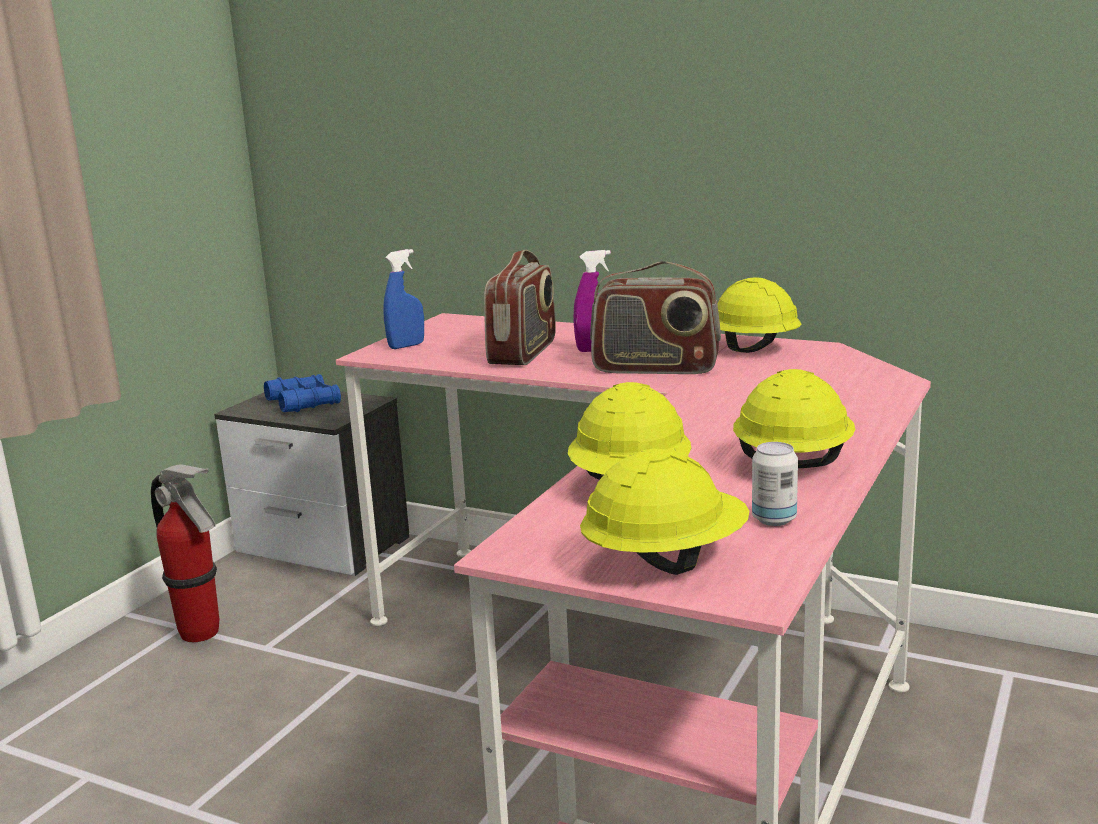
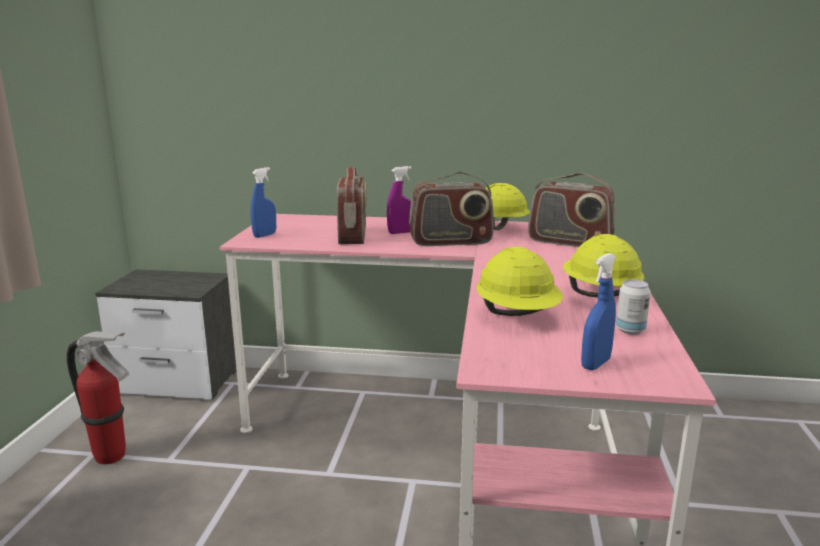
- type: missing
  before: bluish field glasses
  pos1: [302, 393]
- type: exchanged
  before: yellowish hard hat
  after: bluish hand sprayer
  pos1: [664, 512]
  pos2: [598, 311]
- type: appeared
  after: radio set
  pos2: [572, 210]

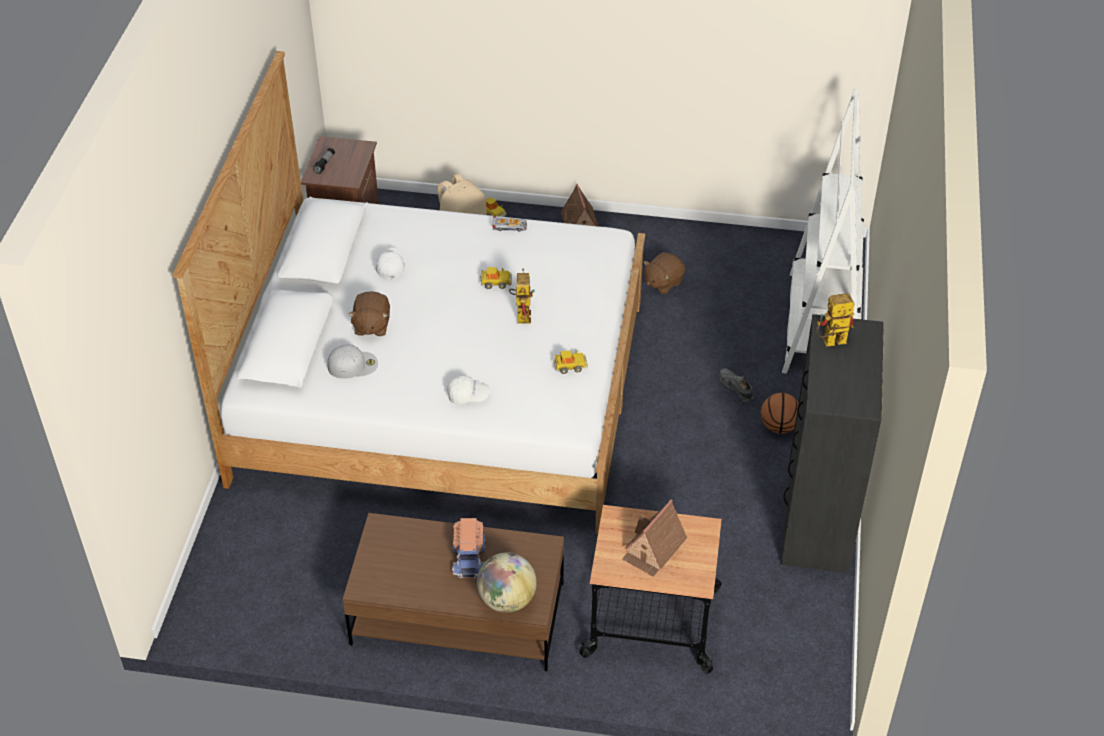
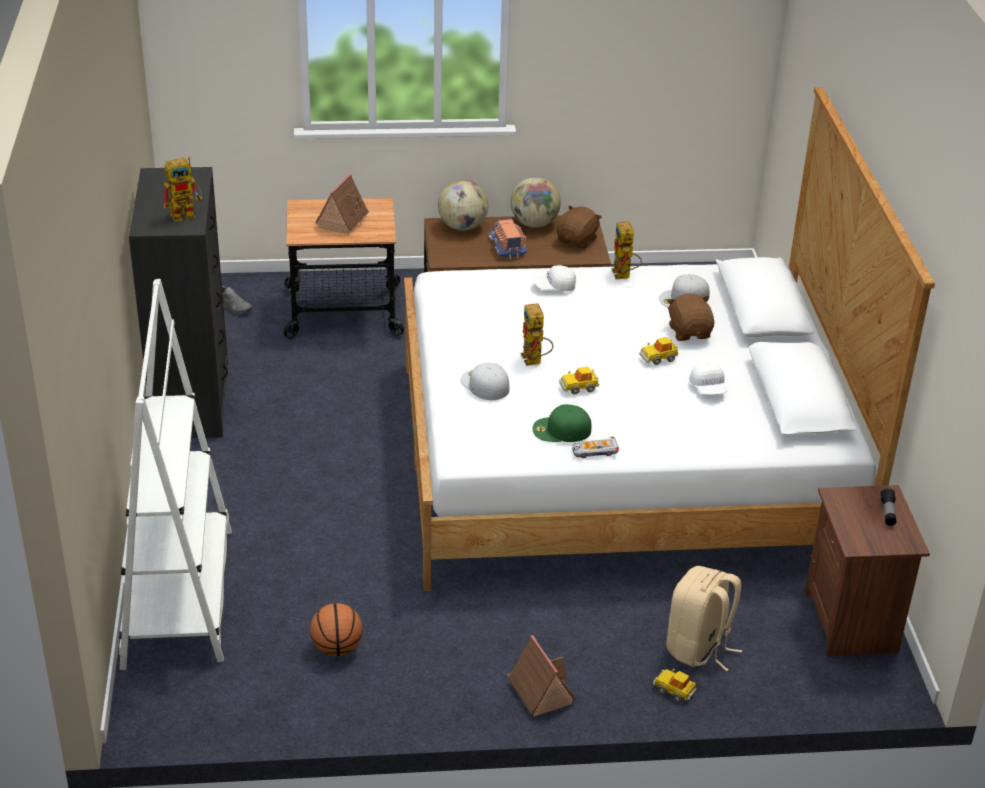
- type: relocated
  before: model car
  pos1: [570, 362]
  pos2: [658, 351]
- type: relocated
  before: brown-coloured soft toy
  pos1: [664, 273]
  pos2: [579, 227]
- type: relocated
  before: grey item of footwear
  pos1: [736, 385]
  pos2: [237, 300]
- type: relocated
  before: basketball
  pos1: [780, 413]
  pos2: [336, 629]
- type: appeared
  after: white-coloured peaked cap
  pos2: [484, 381]
- type: appeared
  after: world globe
  pos2: [535, 202]
- type: appeared
  after: greenish peaked cap
  pos2: [562, 423]
- type: appeared
  after: model robot
  pos2: [626, 250]

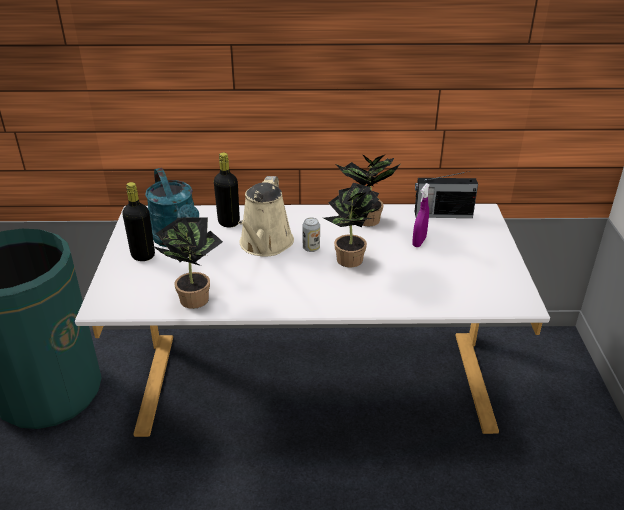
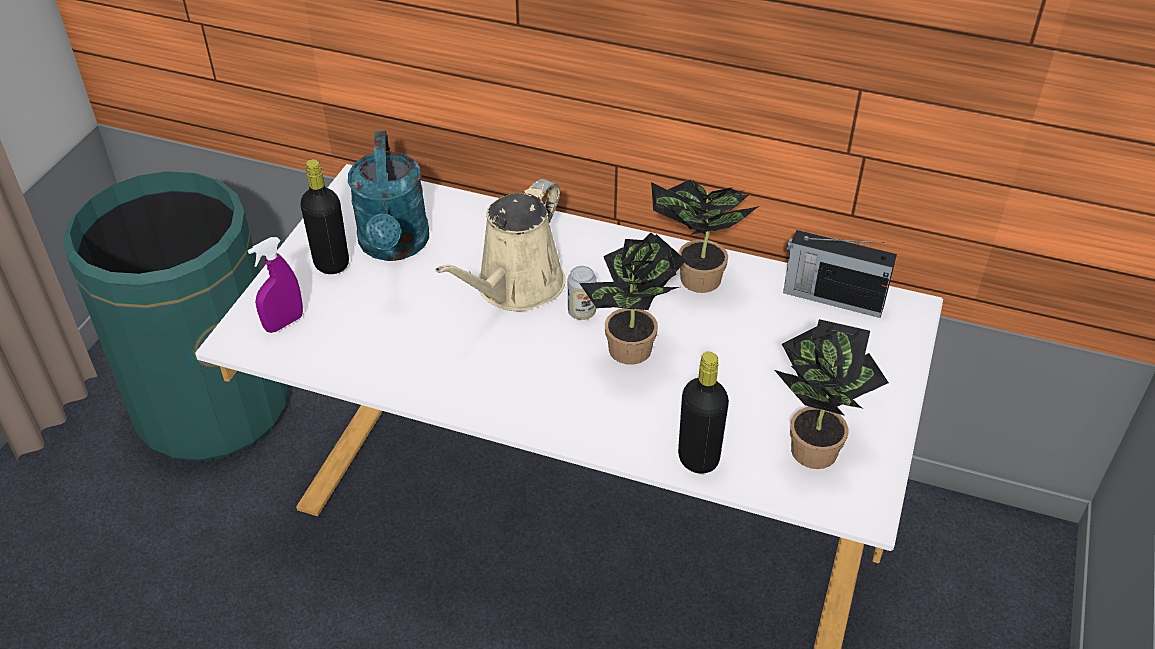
- type: relocated
  before: houseplant
  pos1: [188, 263]
  pos2: [831, 394]
- type: relocated
  before: blackish bottle
  pos1: [227, 190]
  pos2: [703, 413]
- type: relocated
  before: purple-coloured hand sprayer
  pos1: [421, 215]
  pos2: [275, 285]

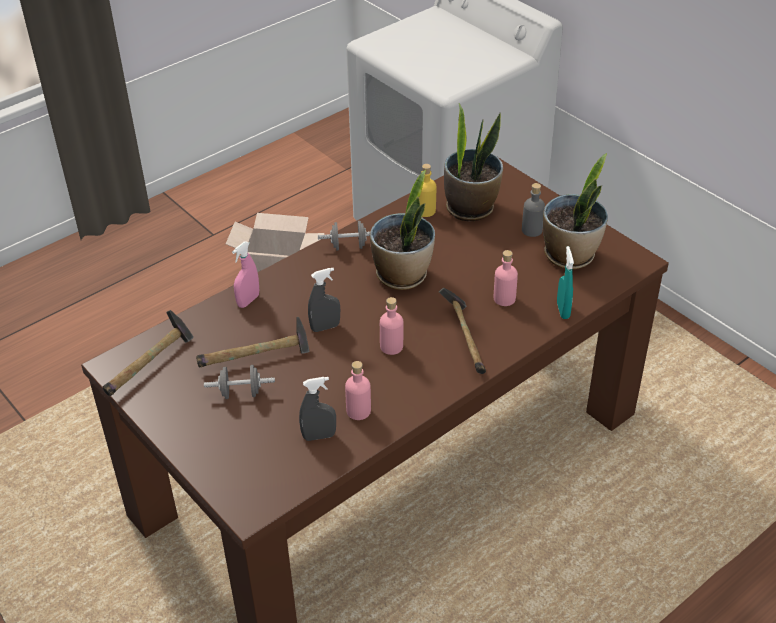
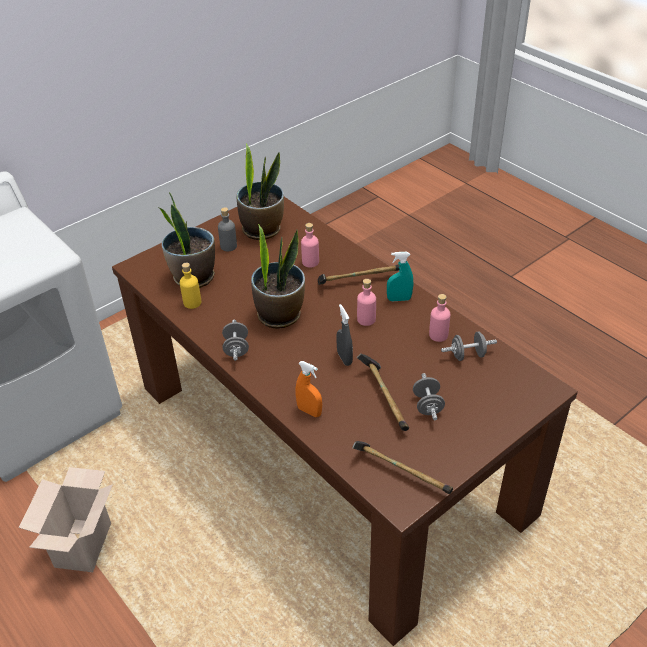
- type: colour
  before: pink hand sprayer
  after: orange hand sprayer
  pos1: [245, 274]
  pos2: [309, 389]
- type: exchanged
  before: grey hand sprayer
  after: grey free weight
  pos1: [317, 409]
  pos2: [469, 346]
- type: relocated
  before: blue-green hand sprayer
  pos1: [565, 282]
  pos2: [400, 276]

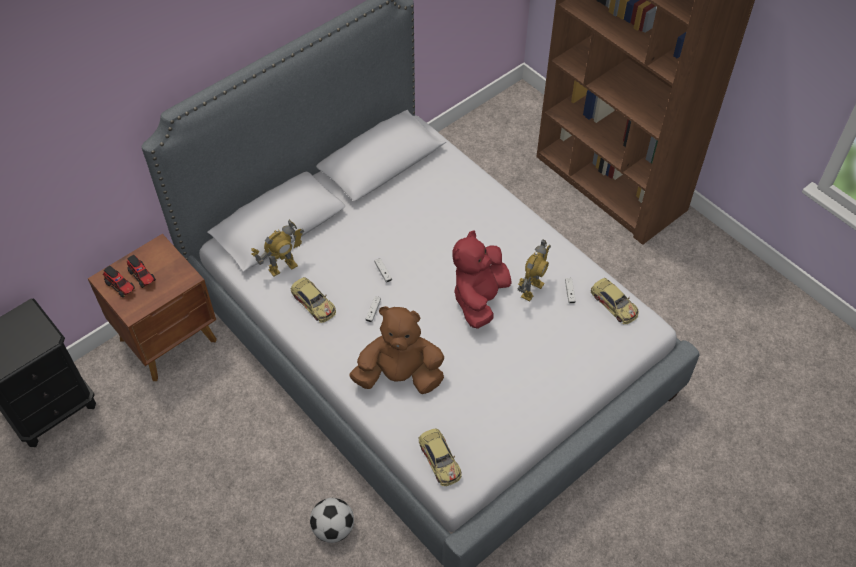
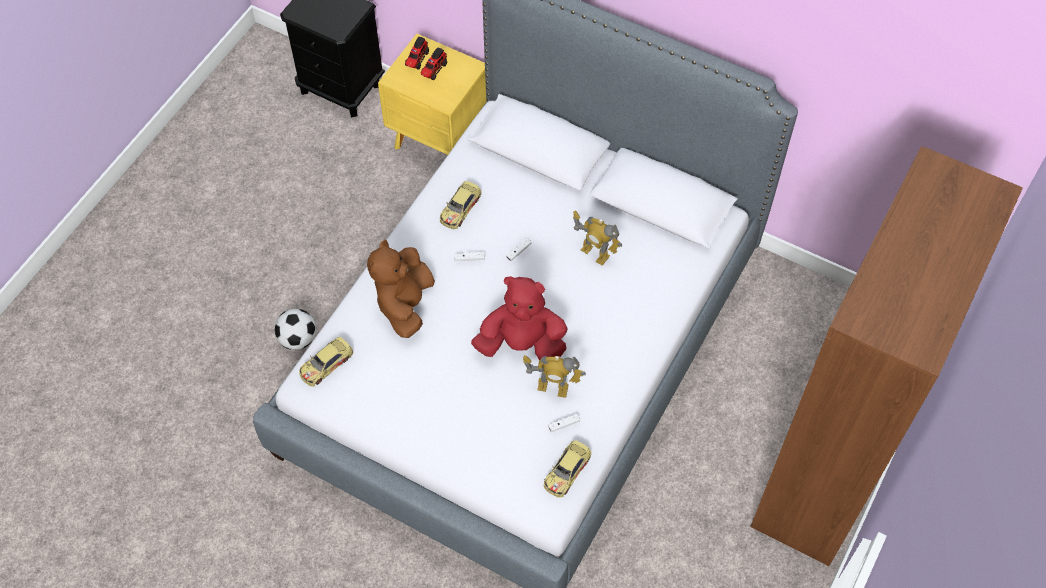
- type: colour
  before: brown-coloured night table
  after: yellowish night table
  pos1: [152, 307]
  pos2: [432, 94]
- type: relocated
  before: model robot
  pos1: [277, 248]
  pos2: [597, 238]
- type: spun
  before: brown-coloured soft toy
  pos1: [396, 350]
  pos2: [401, 289]
  turn: -150

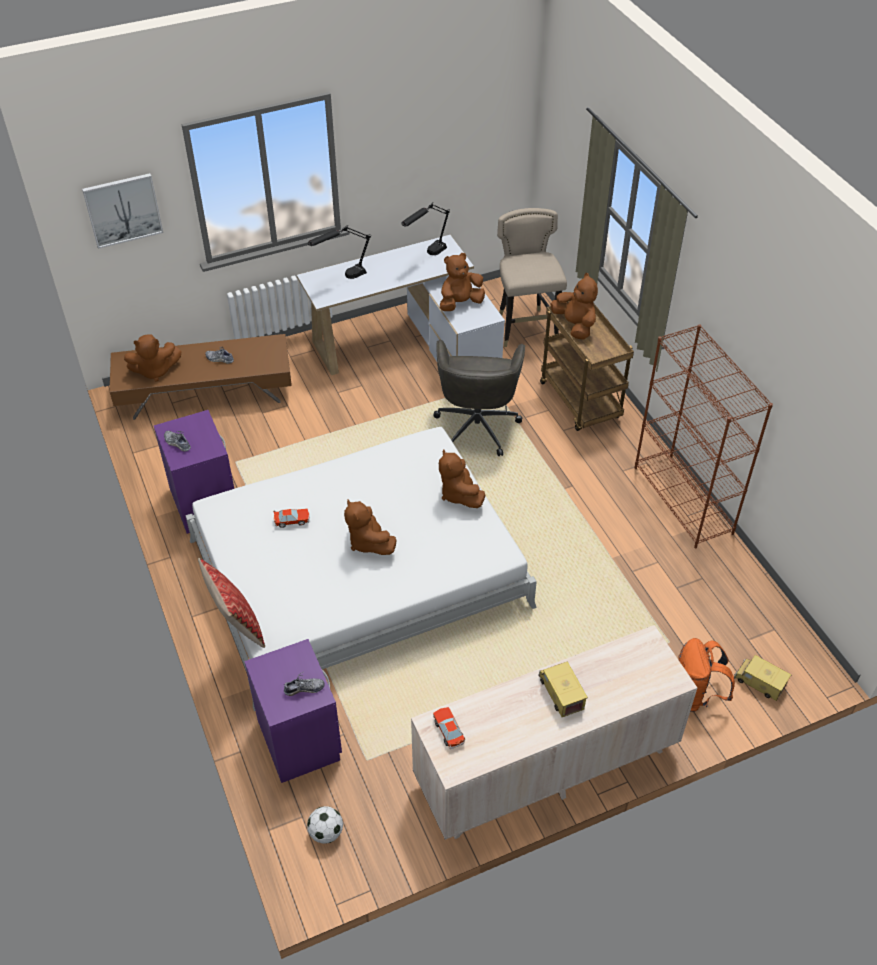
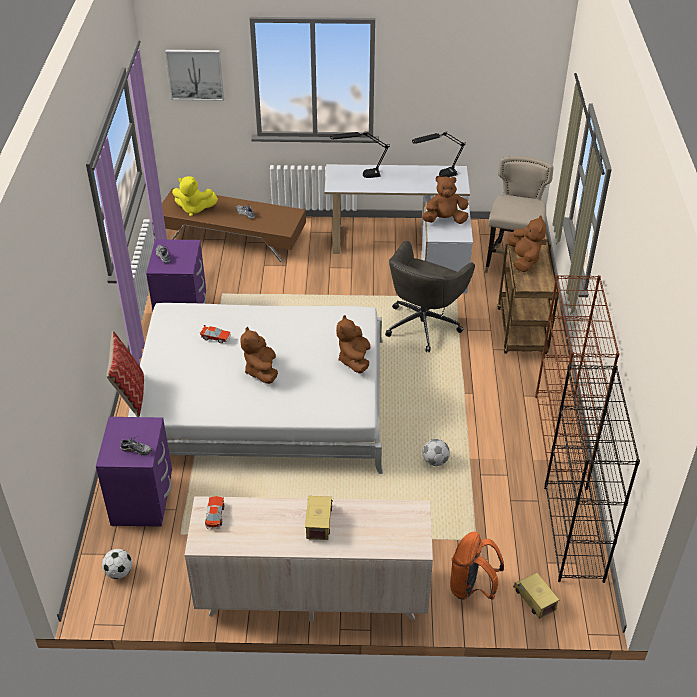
- type: colour
  before: brown-coloured soft toy
  after: yellowish soft toy
  pos1: [153, 358]
  pos2: [195, 196]
- type: appeared
  after: football
  pos2: [436, 452]
- type: appeared
  after: blackish shelving unit
  pos2: [592, 473]

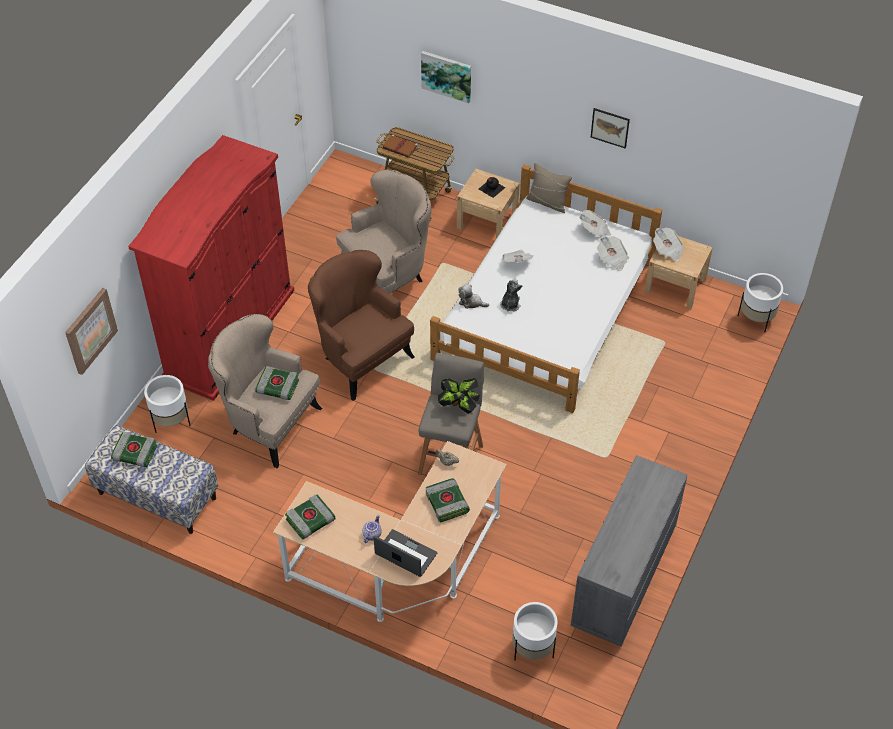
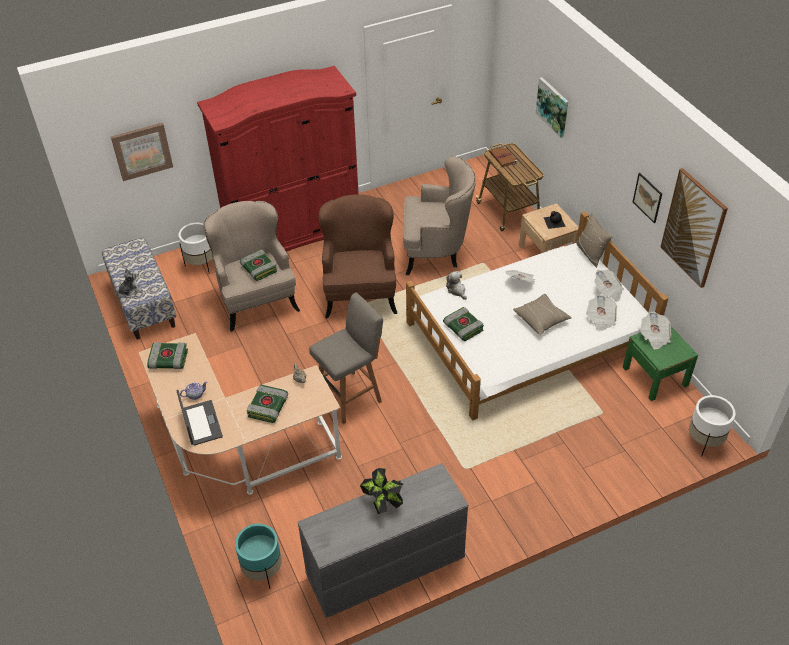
- type: relocated
  before: bound book
  pos1: [134, 449]
  pos2: [463, 324]
- type: relocated
  before: houseplant
  pos1: [459, 396]
  pos2: [381, 491]
- type: relocated
  before: soft toy
  pos1: [511, 295]
  pos2: [128, 283]
- type: colour
  before: white-coloured planter
  after: blue-green planter
  pos1: [535, 631]
  pos2: [258, 556]
- type: colour
  before: beige night table
  after: greenish night table
  pos1: [678, 272]
  pos2: [660, 363]
- type: appeared
  after: beige throw pillow
  pos2: [542, 314]
- type: appeared
  after: wall art
  pos2: [694, 228]

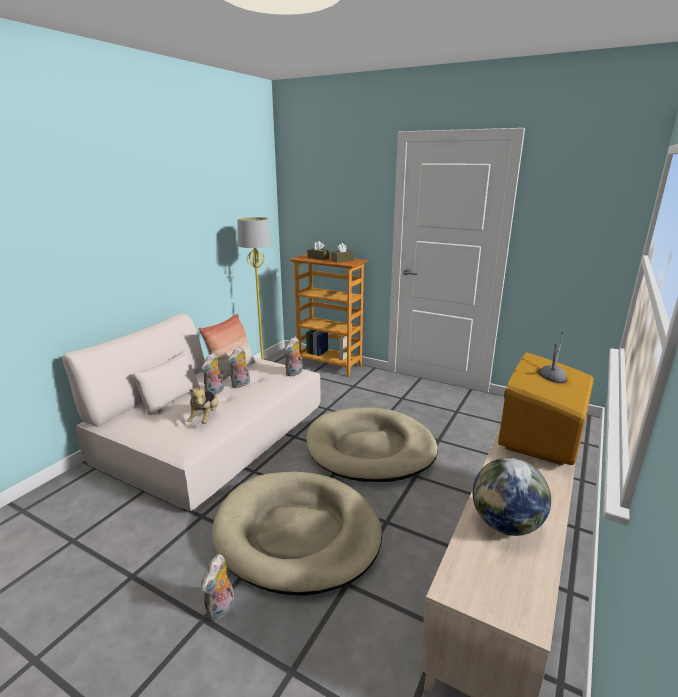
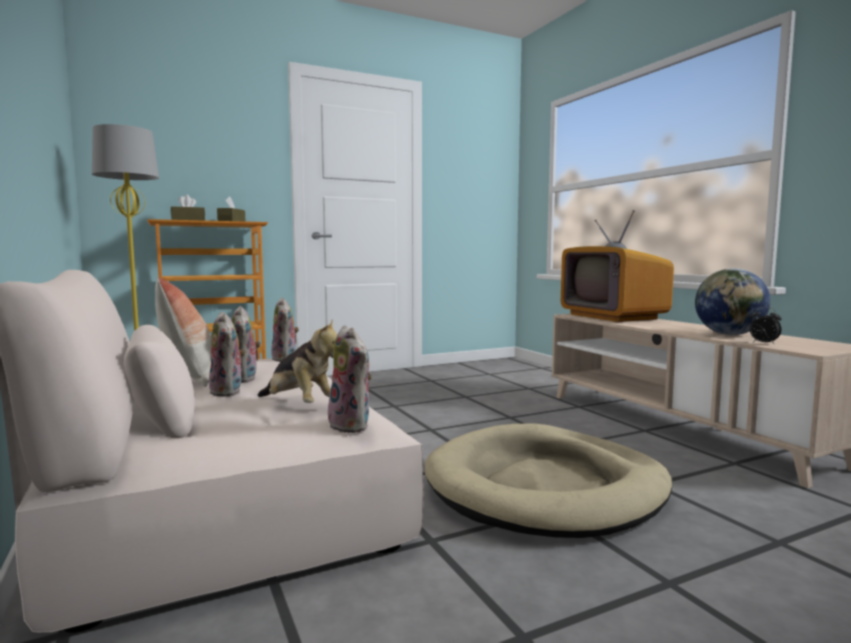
- type: relocated
  before: soft toy
  pos1: [217, 588]
  pos2: [350, 379]
- type: missing
  before: beige dog cushion
  pos1: [372, 444]
- type: appeared
  after: alarm clock
  pos2: [765, 326]

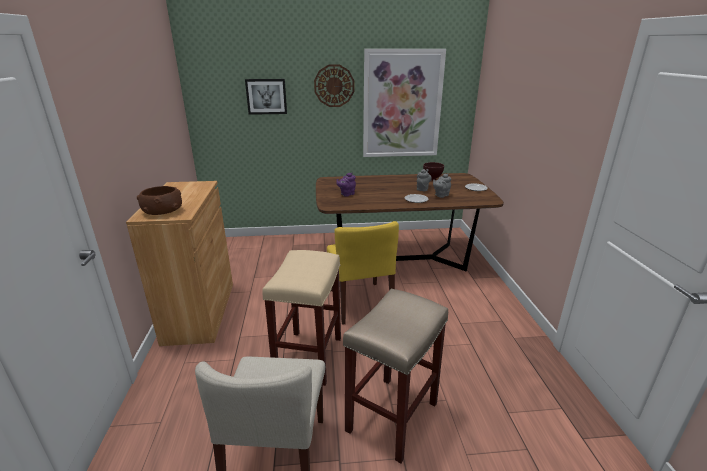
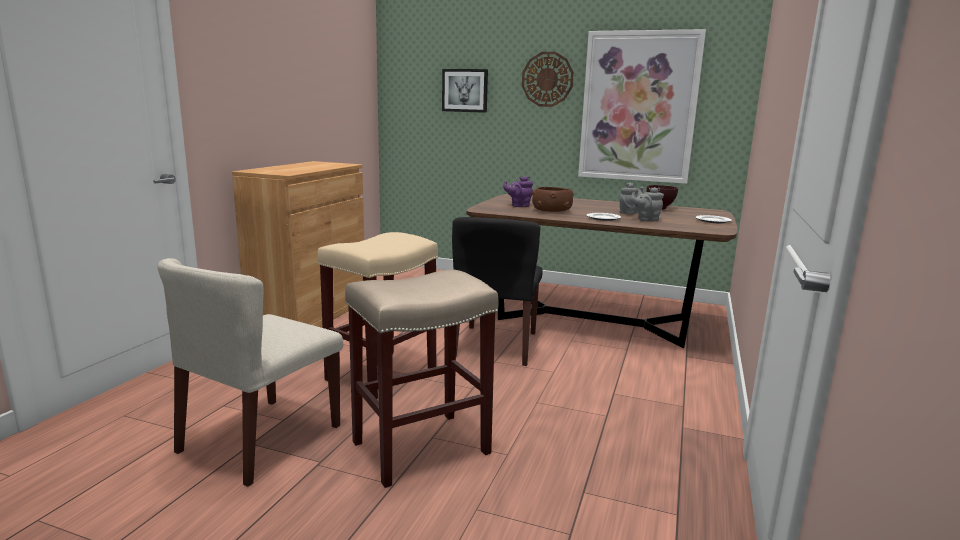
- type: relocated
  before: brown-coloured deep dish
  pos1: [159, 200]
  pos2: [553, 199]
- type: colour
  before: yellowish upright chair
  after: blackish upright chair
  pos1: [363, 273]
  pos2: [497, 291]

